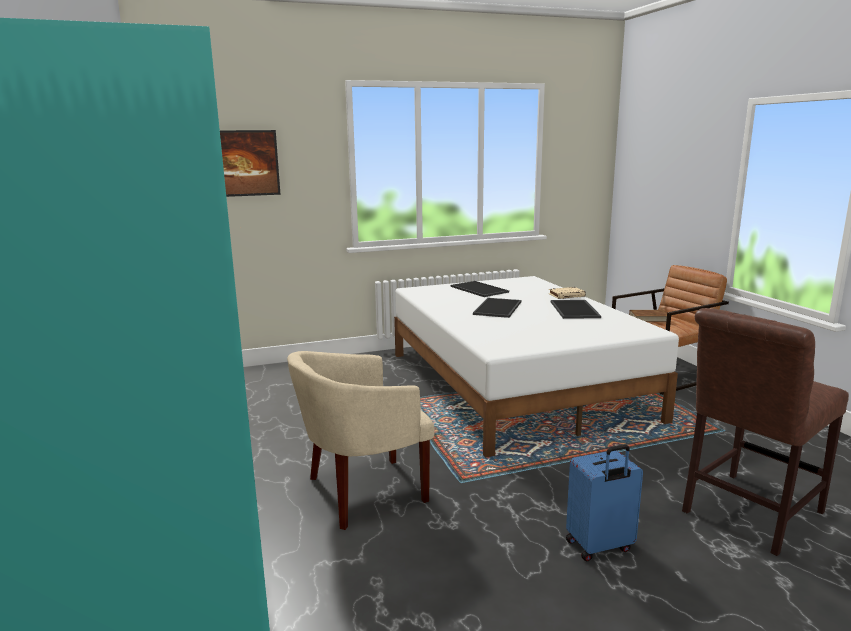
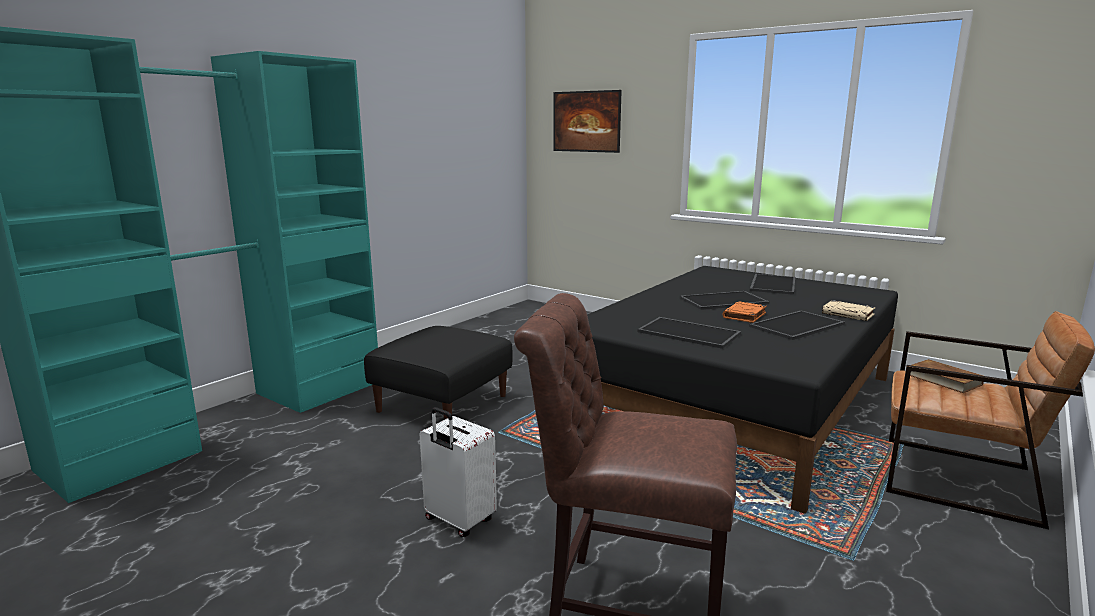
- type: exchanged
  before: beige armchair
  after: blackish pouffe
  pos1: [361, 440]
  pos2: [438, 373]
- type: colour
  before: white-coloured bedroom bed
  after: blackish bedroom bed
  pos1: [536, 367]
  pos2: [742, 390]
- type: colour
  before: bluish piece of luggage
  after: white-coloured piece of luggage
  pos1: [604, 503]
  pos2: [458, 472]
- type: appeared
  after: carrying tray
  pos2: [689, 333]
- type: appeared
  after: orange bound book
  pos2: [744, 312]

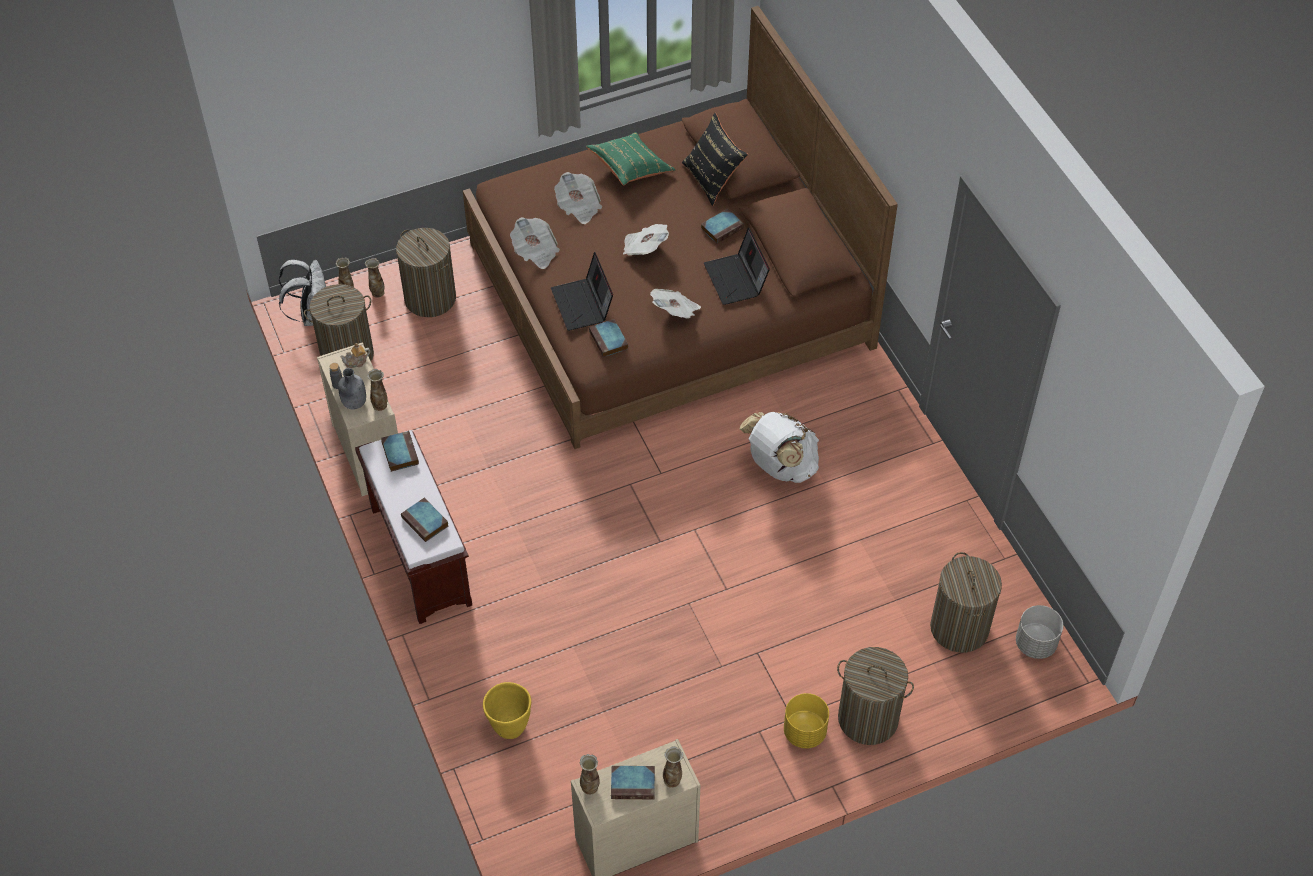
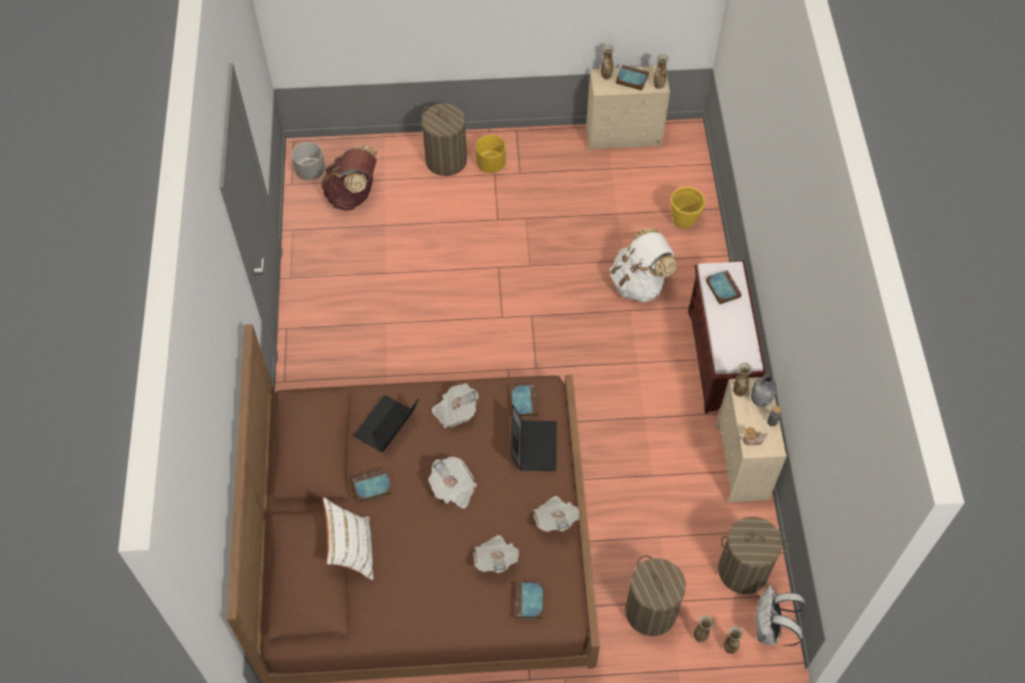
- type: relocated
  before: bound book
  pos1: [400, 451]
  pos2: [529, 601]
- type: missing
  before: greenish throw pillow
  pos1: [630, 158]
- type: colour
  before: blackish throw pillow
  after: white-coloured throw pillow
  pos1: [715, 159]
  pos2: [348, 539]
- type: spun
  before: notebook computer
  pos1: [737, 266]
  pos2: [386, 423]
  turn: -150
- type: relocated
  before: white-coloured rucksack
  pos1: [779, 447]
  pos2: [643, 266]
- type: exchanged
  before: washing basket
  after: brown-coloured rucksack
  pos1: [966, 602]
  pos2: [349, 177]

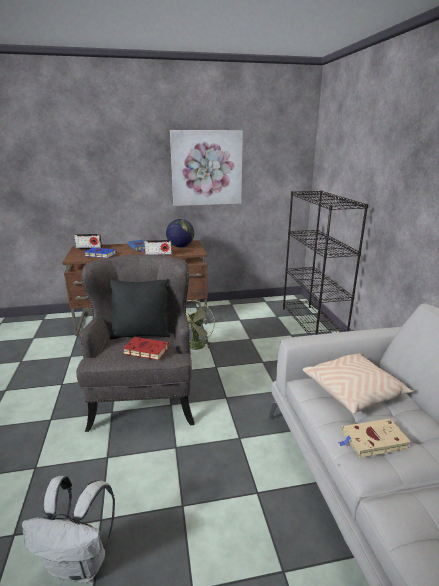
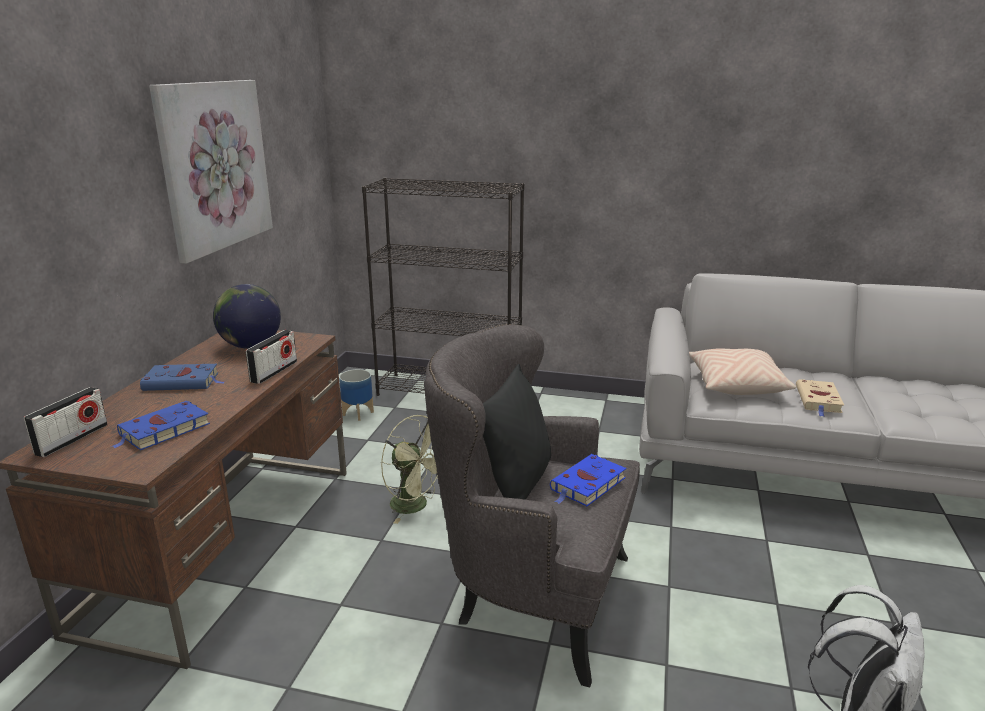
- type: colour
  before: red-coloured bound book
  after: bluish bound book
  pos1: [145, 348]
  pos2: [588, 480]
- type: appeared
  after: planter
  pos2: [356, 395]

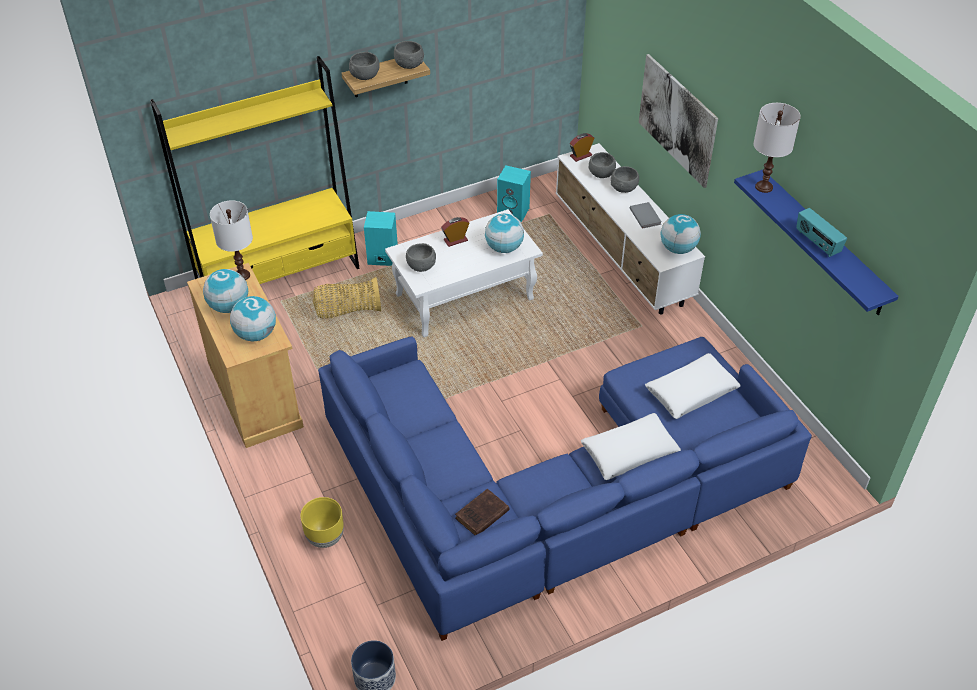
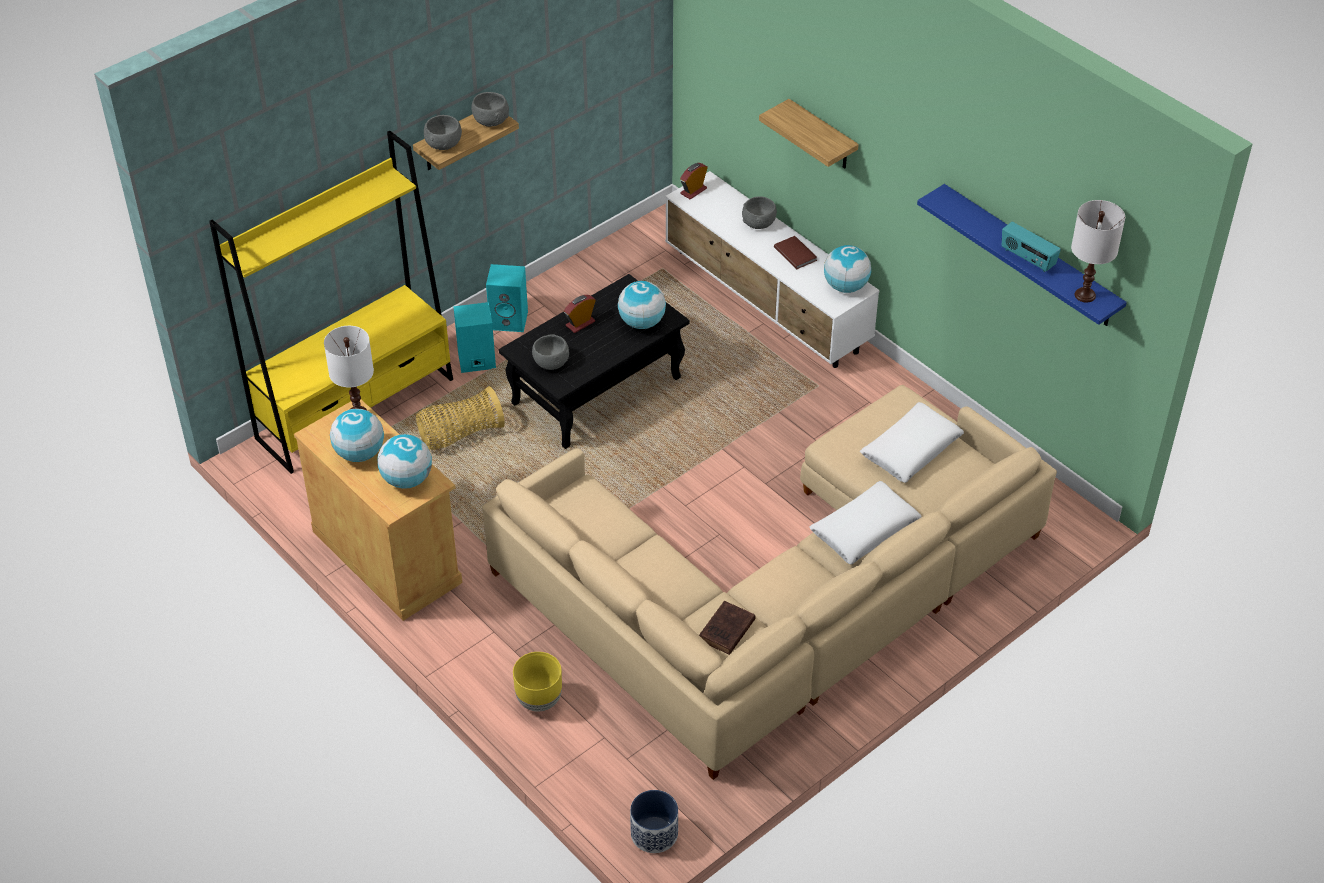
- type: colour
  before: bluish sofa
  after: beige sofa
  pos1: [565, 488]
  pos2: [769, 582]
- type: colour
  before: white-coloured lounge table
  after: blackish lounge table
  pos1: [464, 273]
  pos2: [594, 361]
- type: relocated
  before: blue-green audio speaker
  pos1: [514, 193]
  pos2: [507, 298]
- type: missing
  before: grey deep dish
  pos1: [602, 165]
- type: colour
  before: grey bound book
  after: brown-coloured bound book
  pos1: [646, 215]
  pos2: [795, 252]
- type: exchanged
  before: wall art
  after: wall shelf
  pos1: [678, 121]
  pos2: [809, 134]
- type: relocated
  before: white-coloured table lamp
  pos1: [777, 148]
  pos2: [1098, 251]

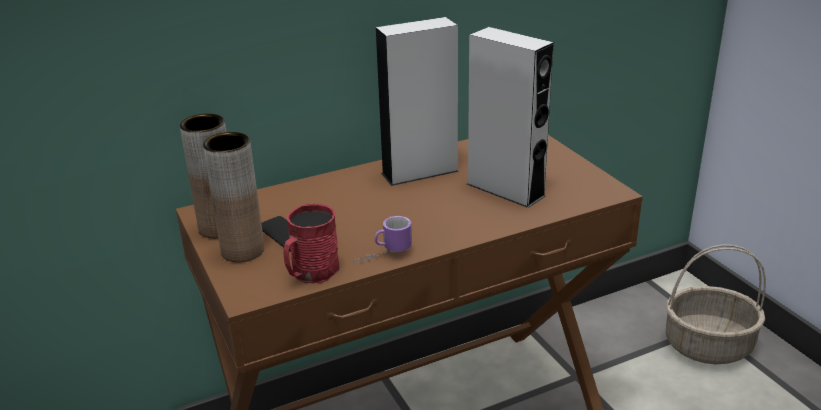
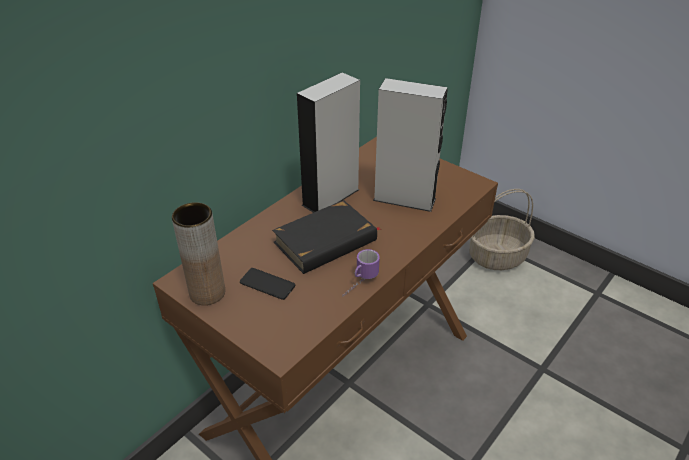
- type: missing
  before: brown-coloured decorative vase
  pos1: [233, 197]
- type: missing
  before: red-coloured mug
  pos1: [312, 243]
- type: appeared
  after: blackish bound book
  pos2: [326, 237]

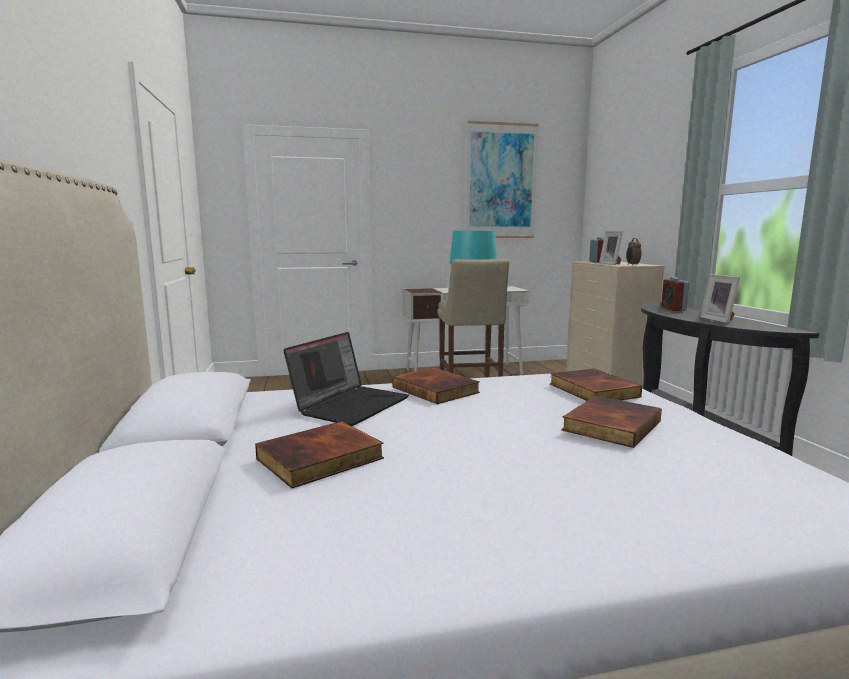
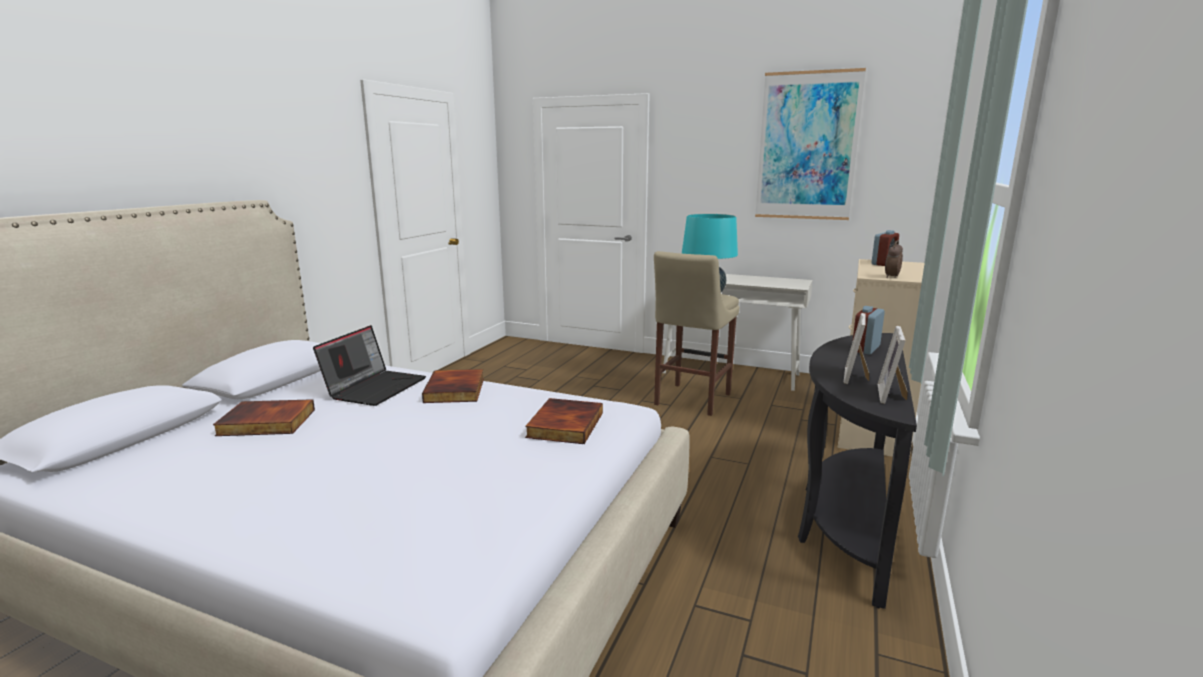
- type: spun
  before: notebook computer
  pos1: [346, 379]
  pos2: [369, 365]
  turn: -45
- type: missing
  before: bound book
  pos1: [611, 421]
- type: relocated
  before: picture frame
  pos1: [611, 248]
  pos2: [892, 365]

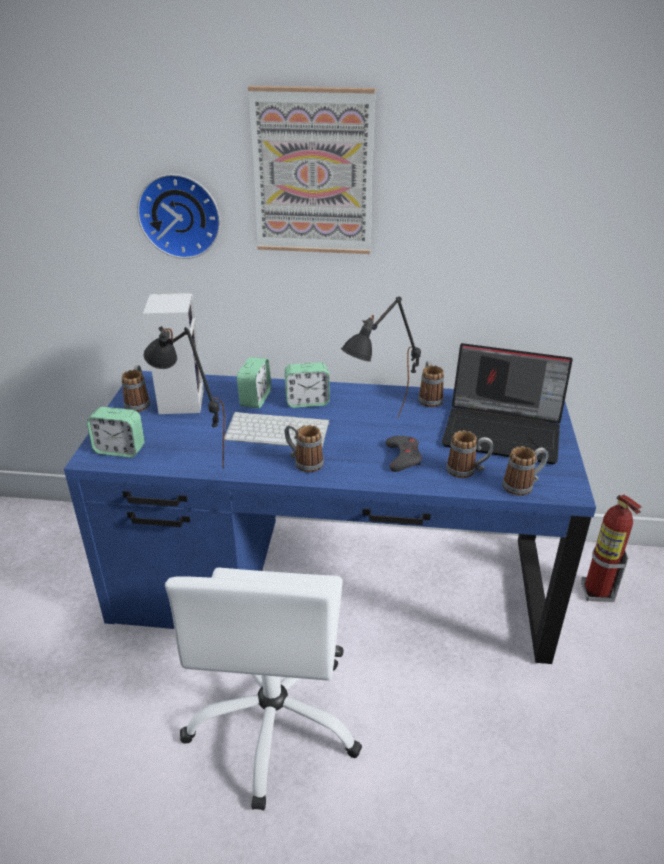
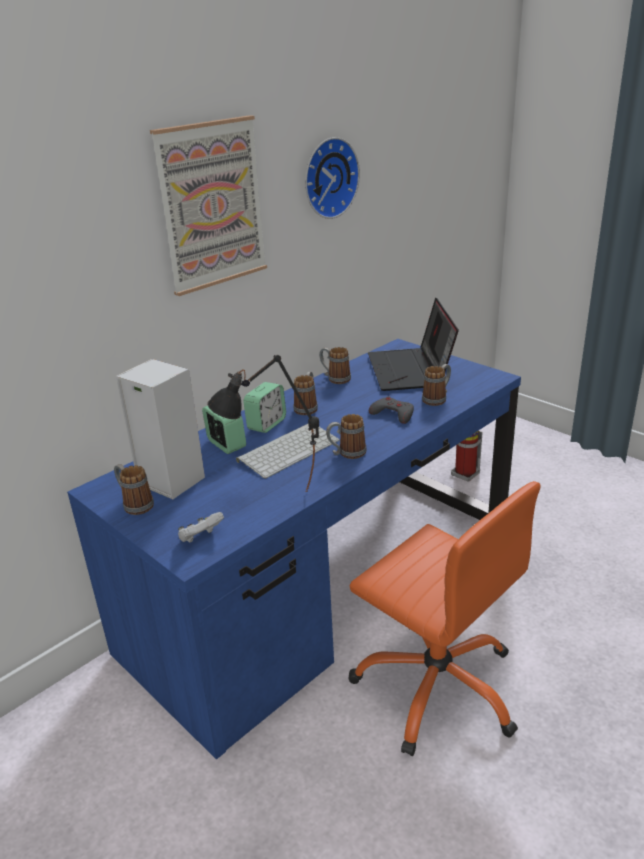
- type: exchanged
  before: alarm clock
  after: white-coloured game controller
  pos1: [116, 432]
  pos2: [201, 527]
- type: relocated
  before: hanging clock
  pos1: [179, 216]
  pos2: [332, 178]
- type: colour
  before: white-coloured computer chair
  after: orange computer chair
  pos1: [263, 688]
  pos2: [444, 618]
- type: missing
  before: blackish table lamp
  pos1: [381, 357]
- type: spun
  before: notebook computer
  pos1: [507, 403]
  pos2: [413, 344]
  turn: 120
- type: relocated
  before: mug
  pos1: [526, 471]
  pos2: [306, 393]

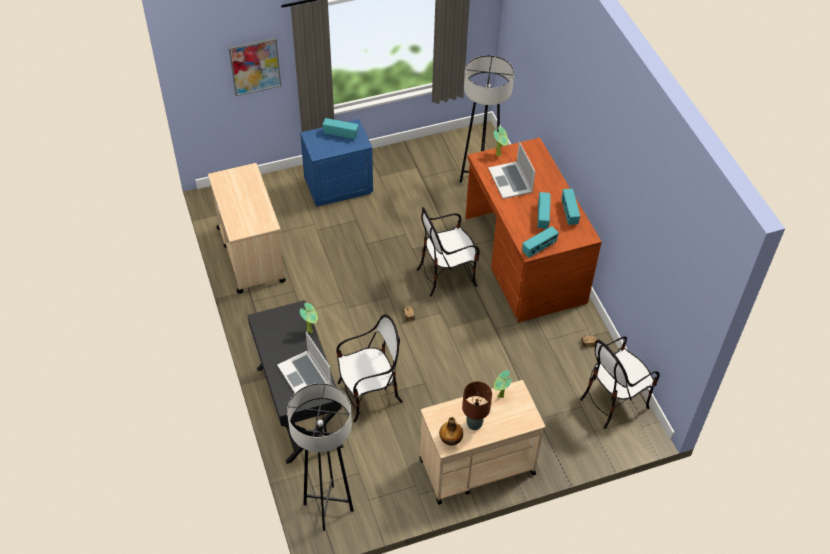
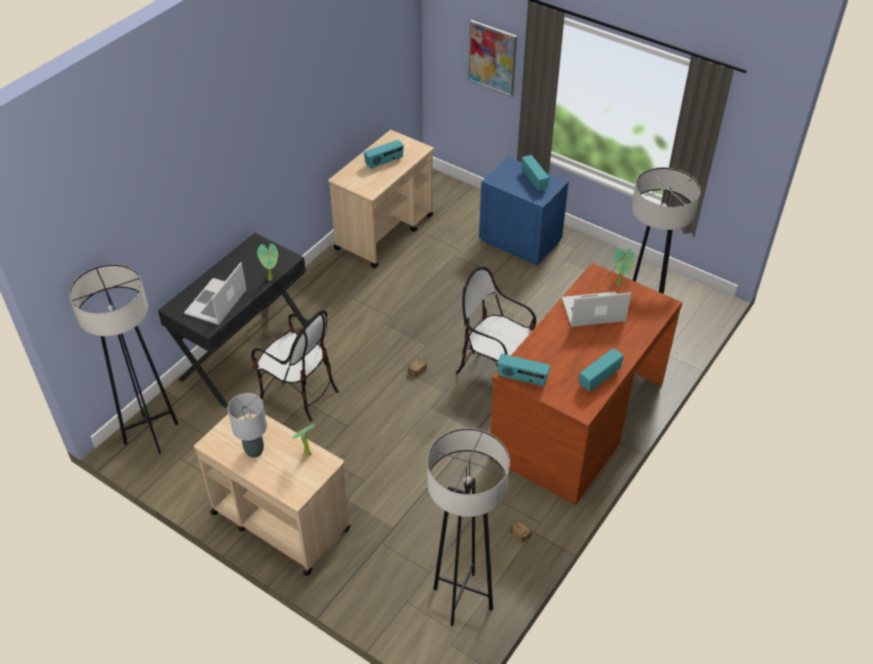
- type: missing
  before: bottle
  pos1: [451, 431]
- type: colour
  before: brown-coloured table lamp
  after: grey table lamp
  pos1: [477, 405]
  pos2: [247, 425]
- type: spun
  before: notebook computer
  pos1: [511, 170]
  pos2: [596, 309]
  turn: 45
- type: relocated
  before: radio set
  pos1: [544, 210]
  pos2: [384, 154]
- type: exchanged
  before: upright chair
  after: grey standing lamp
  pos1: [620, 382]
  pos2: [468, 527]

